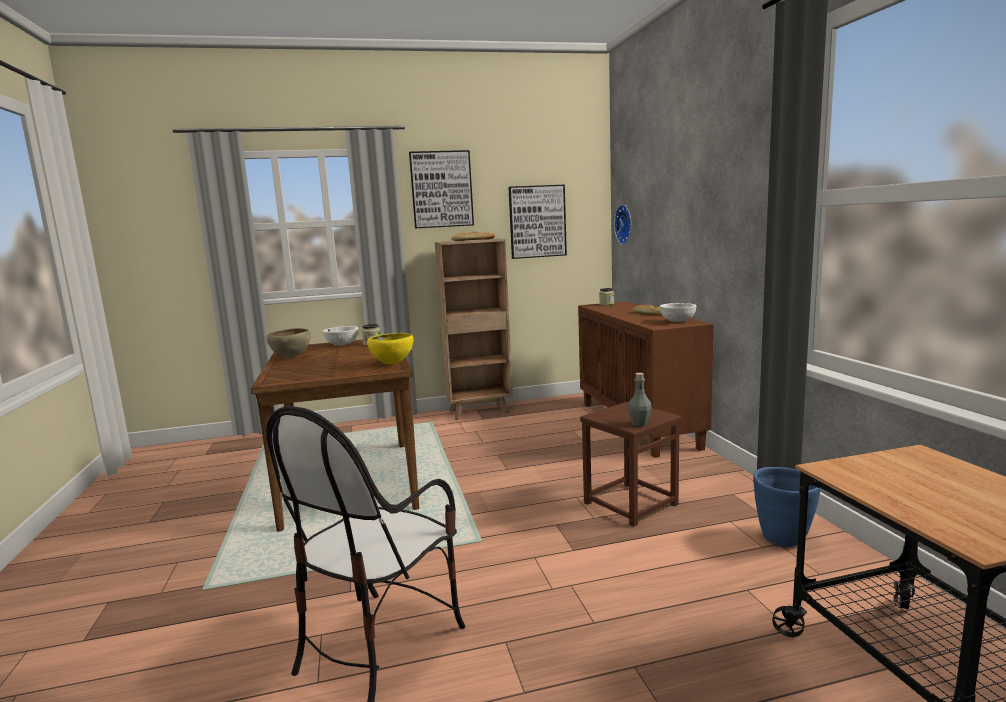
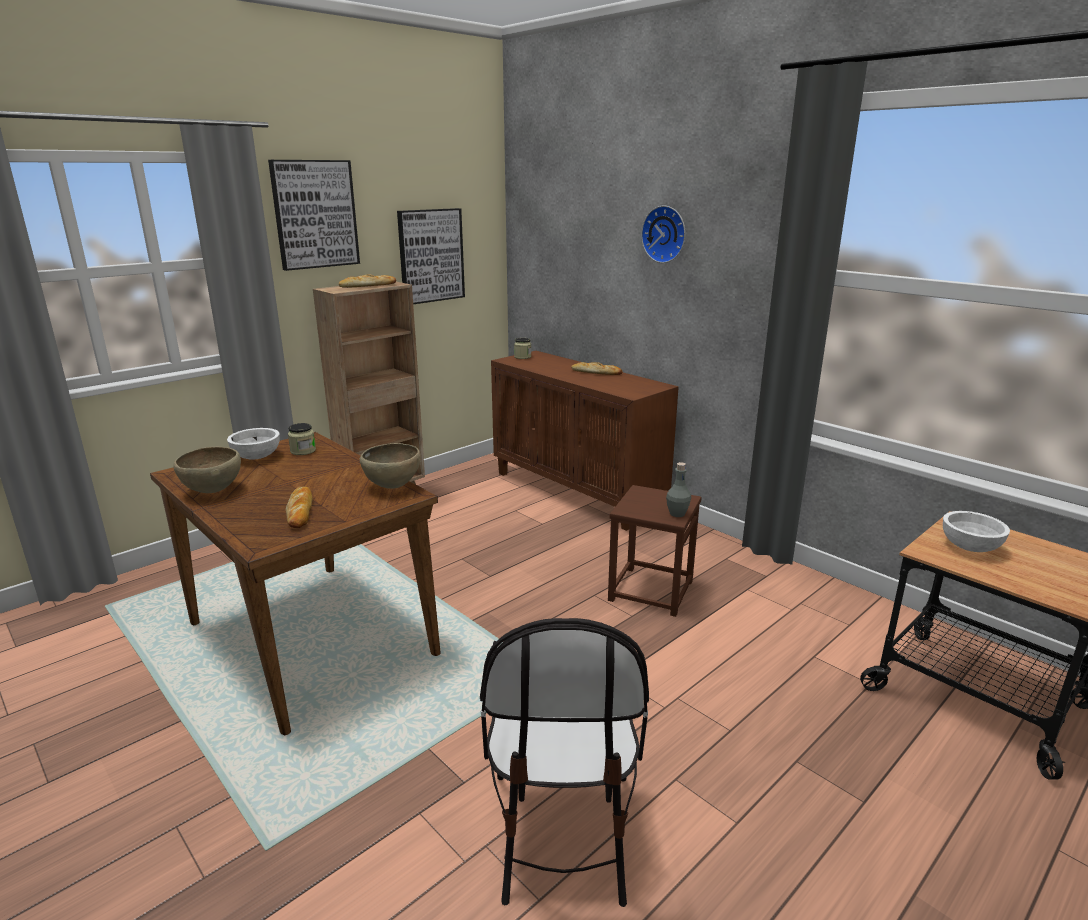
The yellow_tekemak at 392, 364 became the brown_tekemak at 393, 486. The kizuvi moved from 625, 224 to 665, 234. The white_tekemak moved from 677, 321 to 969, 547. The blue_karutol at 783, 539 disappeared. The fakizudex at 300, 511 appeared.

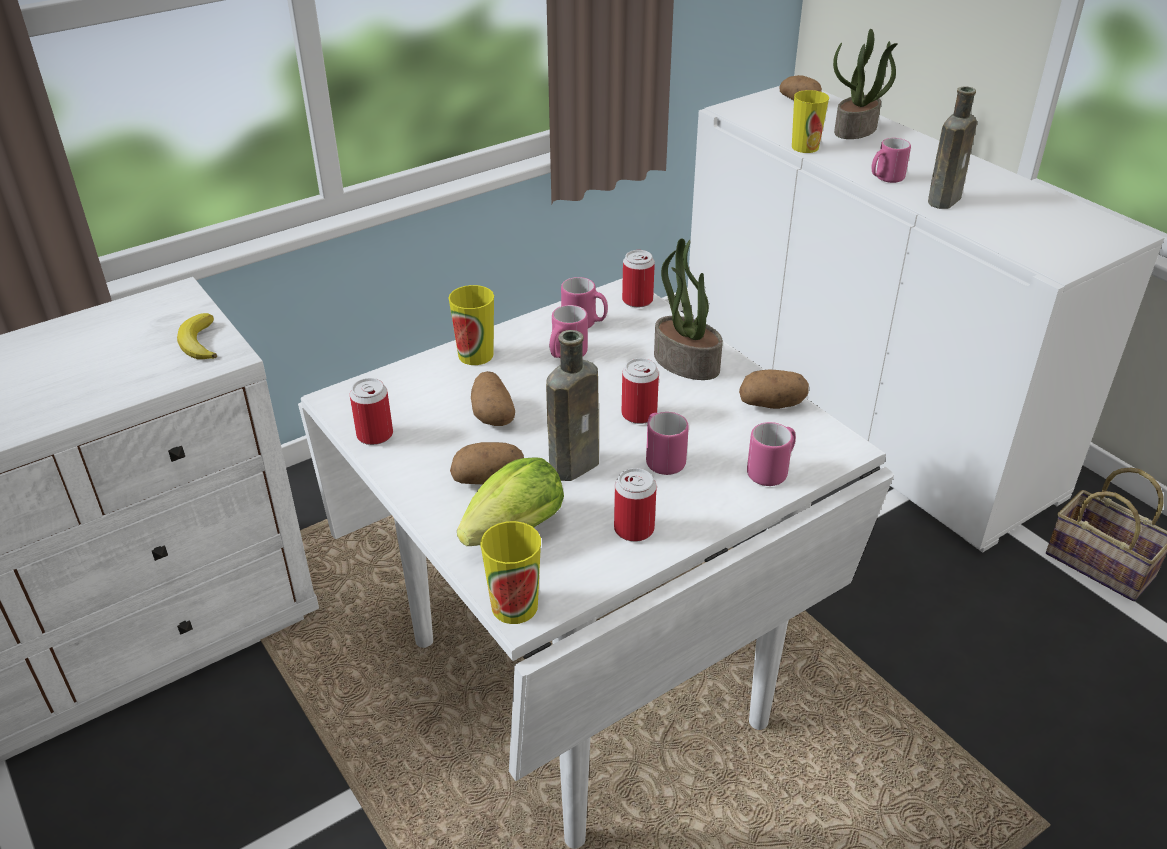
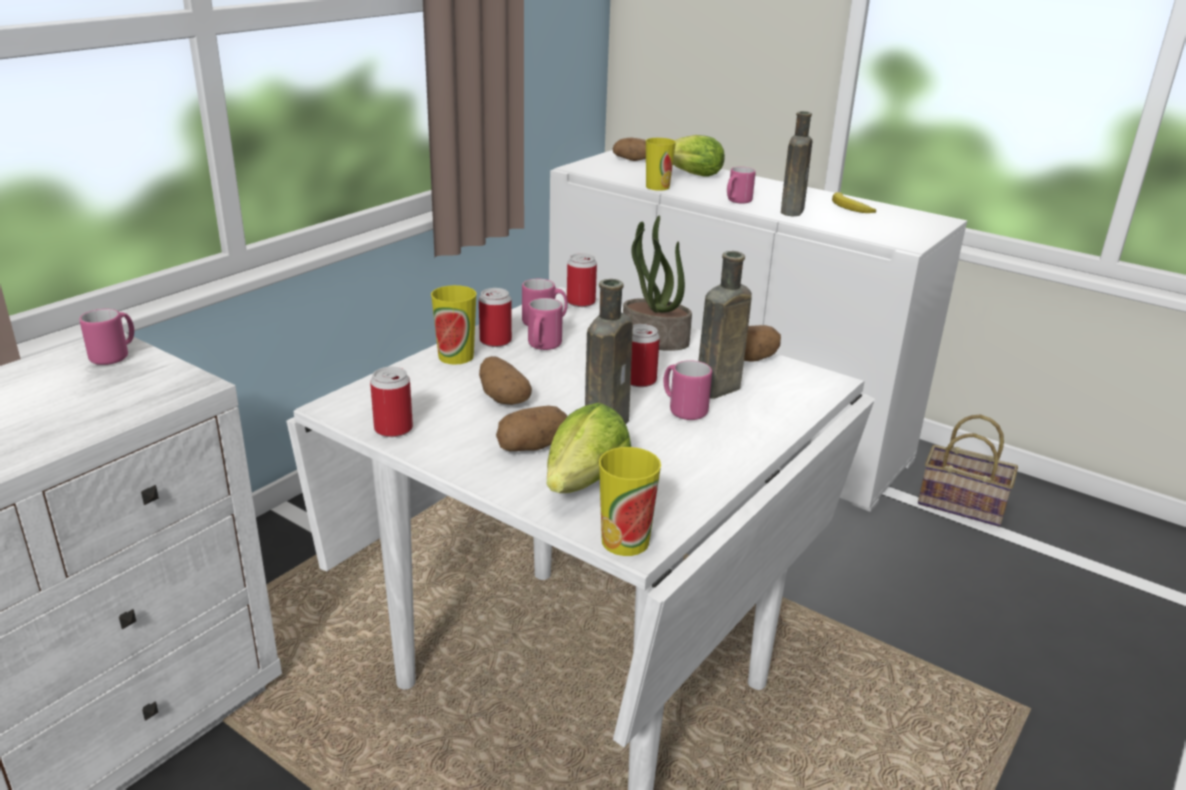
The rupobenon moved from 199, 342 to 850, 208. The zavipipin moved from 634, 529 to 495, 341. The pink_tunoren moved from 772, 471 to 115, 356. The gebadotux at 856, 130 was replaced by the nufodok at 690, 174. The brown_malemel at 715, 389 appeared.

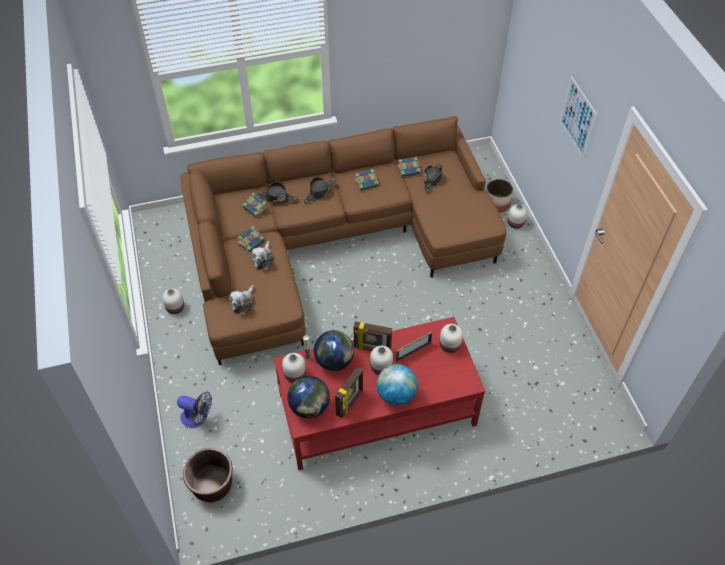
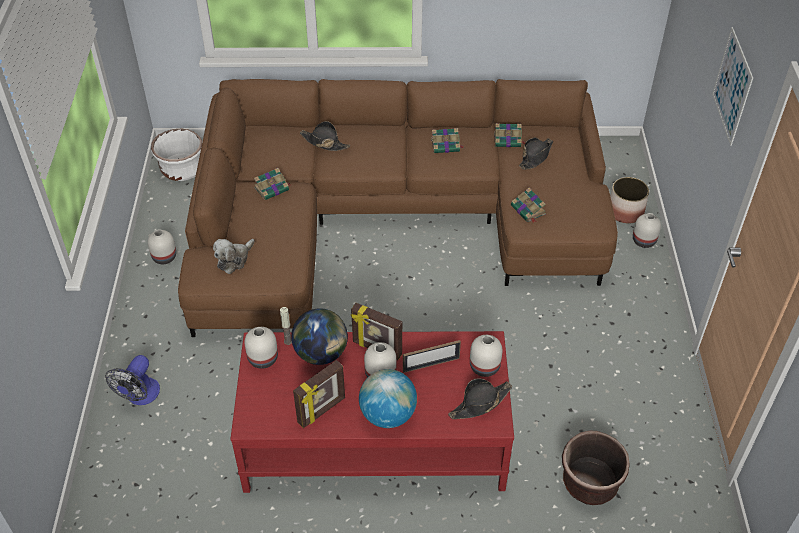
The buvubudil at 197, 418 turned 75 degrees clockwise. The brown_karutol moved from 212, 484 to 590, 483. The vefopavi moved from 256, 208 to 528, 210. The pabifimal at 263, 259 disappeared. The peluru at 309, 407 disappeared. The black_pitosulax moved from 319, 192 to 480, 403. The white_karutol at 182, 170 appeared.

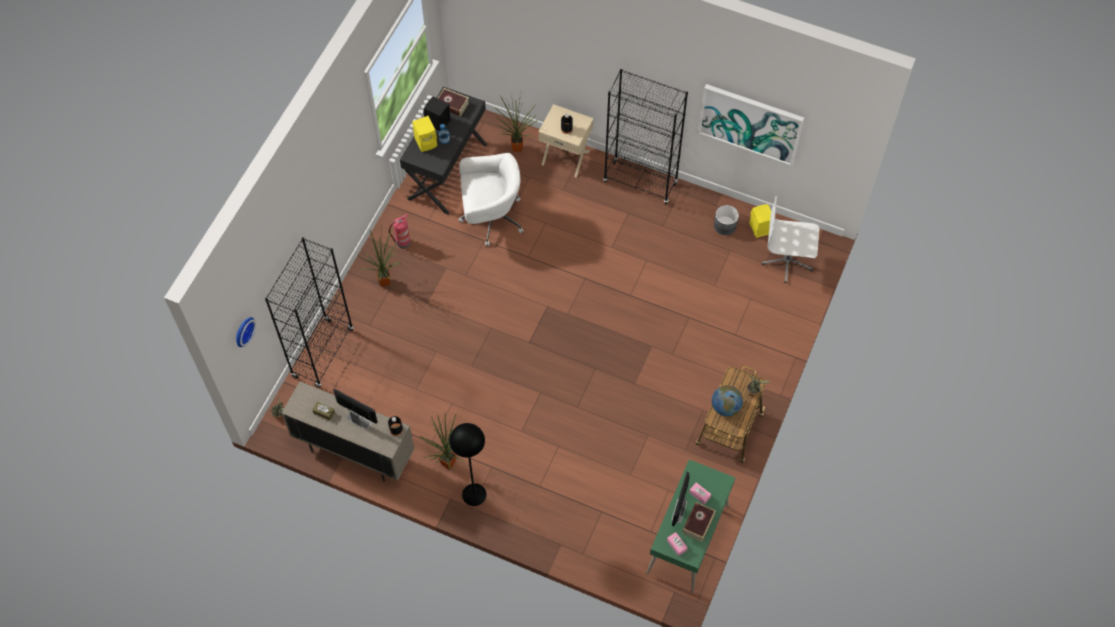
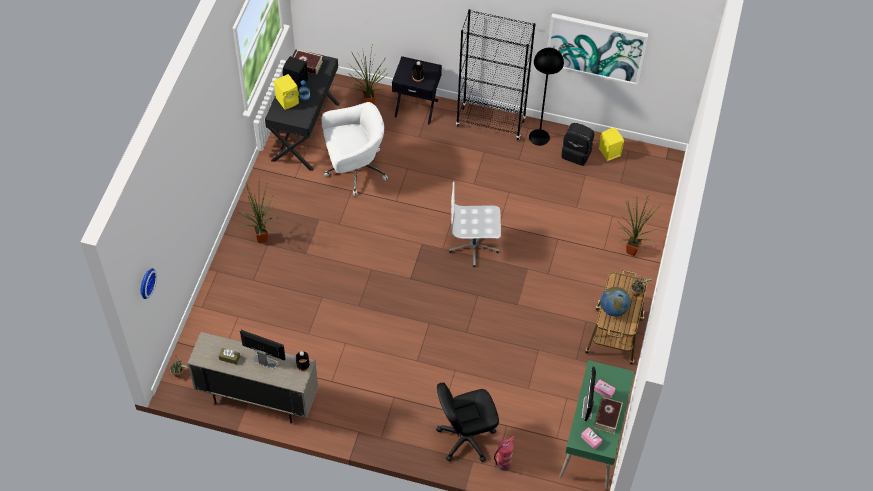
The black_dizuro at 323, 353 disappeared. The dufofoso moved from 402, 243 to 503, 464. The gebadotux moved from 446, 462 to 630, 250. The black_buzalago moved from 474, 494 to 539, 137. The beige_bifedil at 566, 157 became the black_bifedil at 416, 107. The grey_karutol at 725, 225 was replaced by the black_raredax at 577, 153. The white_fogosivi moved from 787, 261 to 474, 246. The black_fogosivi at 465, 438 appeared.

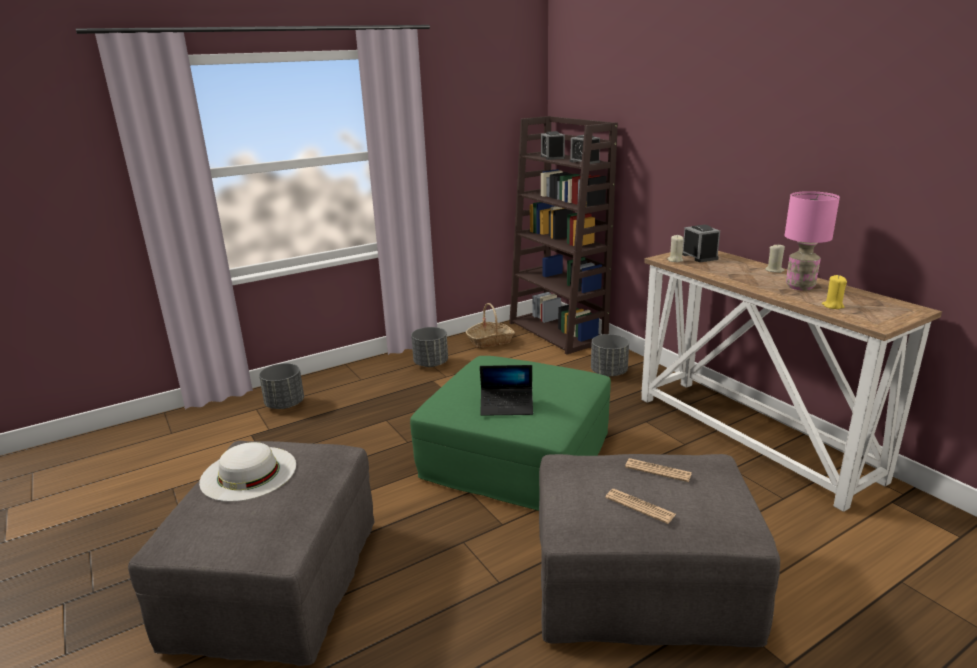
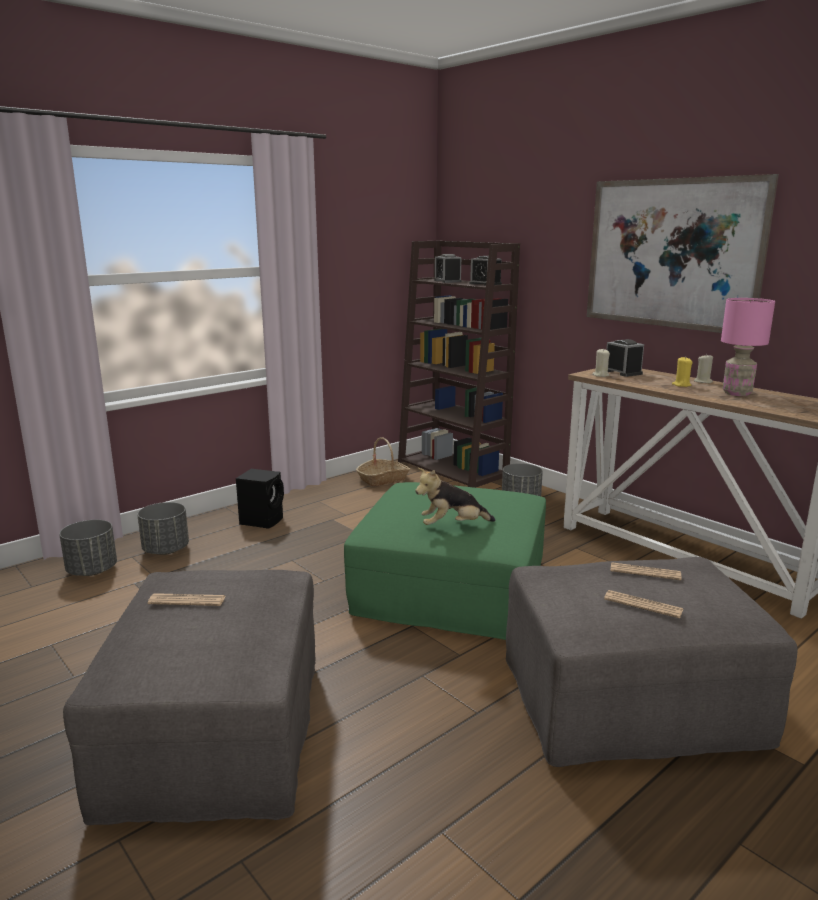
The white_pitosulax at 248, 473 was replaced by the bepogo at 187, 600. The grey_karutol moved from 431, 363 to 92, 570. The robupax at 507, 407 was replaced by the pabifimal at 452, 526. The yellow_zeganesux moved from 832, 306 to 681, 385. The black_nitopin at 262, 520 appeared. The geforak at 671, 254 appeared.

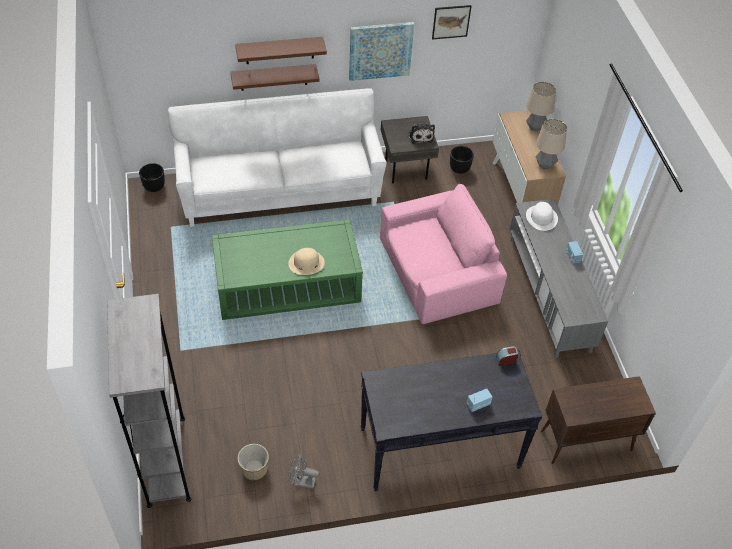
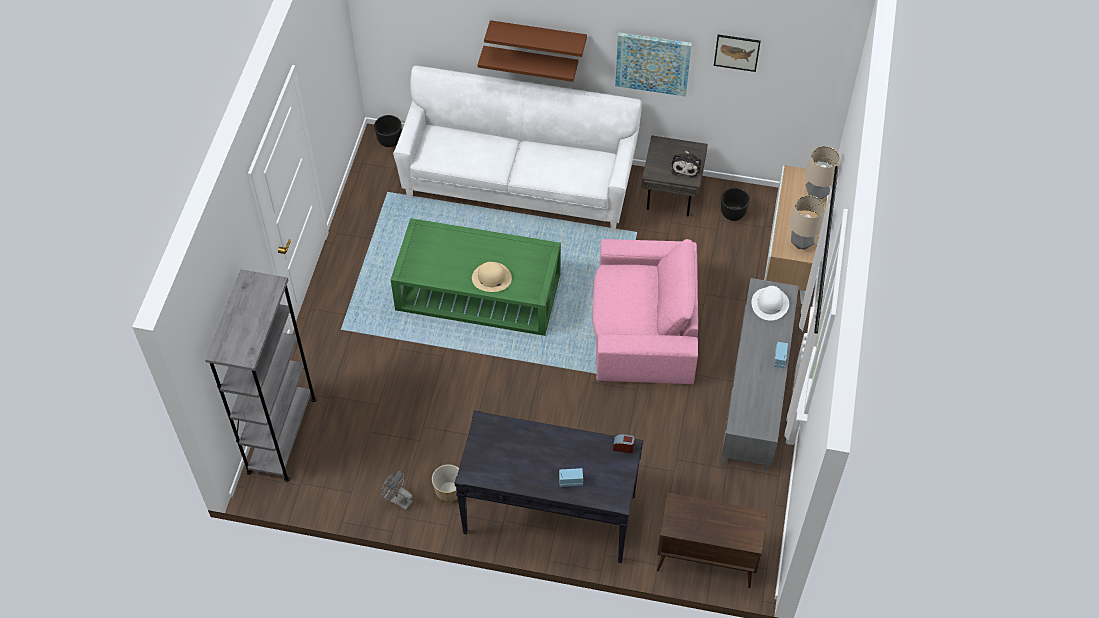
The karutol moved from 254, 469 to 448, 490.

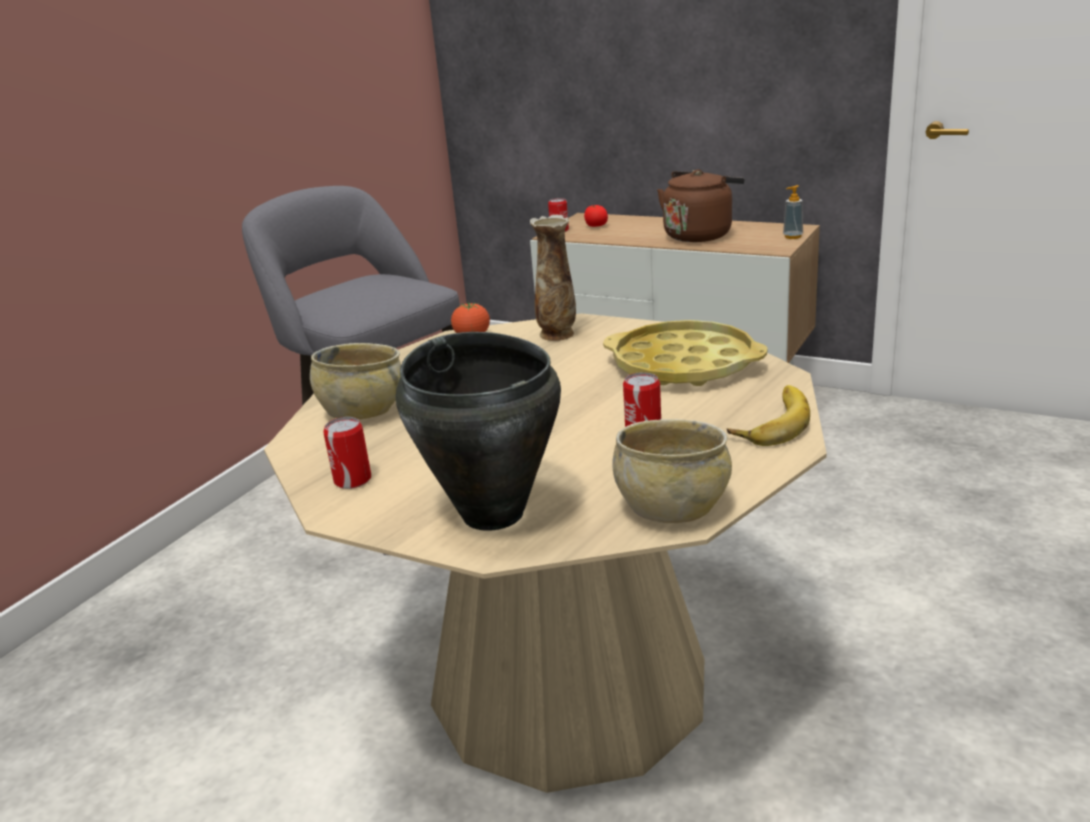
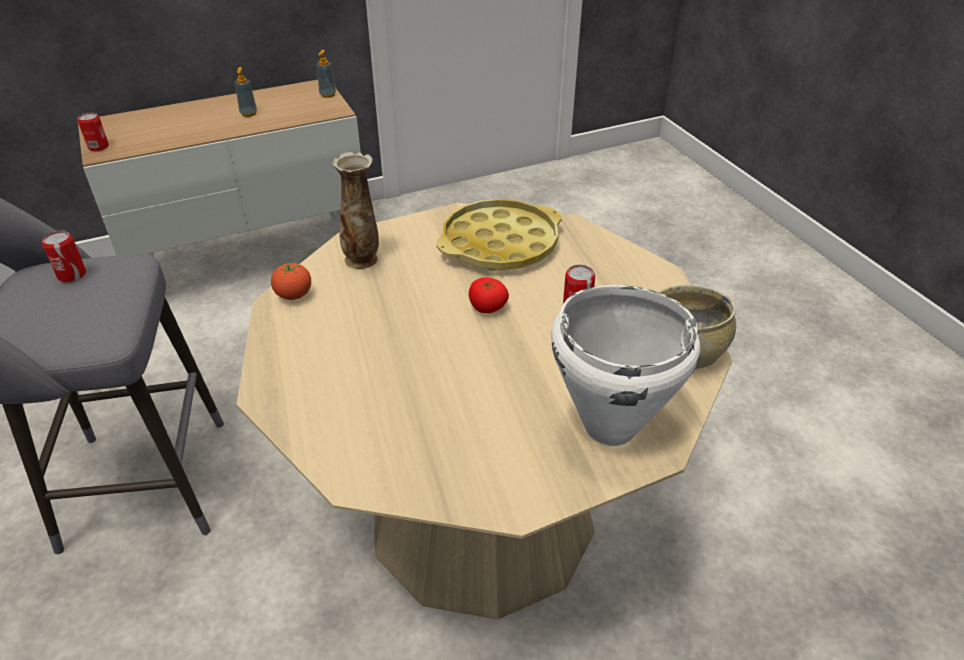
The beige_tekemak at 363, 411 disappeared. The zavipipin moved from 352, 480 to 72, 275. The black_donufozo at 493, 513 became the white_donufozo at 609, 426. The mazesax moved from 596, 226 to 487, 308. The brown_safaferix at 699, 235 was replaced by the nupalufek at 248, 113. The rupobenon at 769, 422 disappeared.

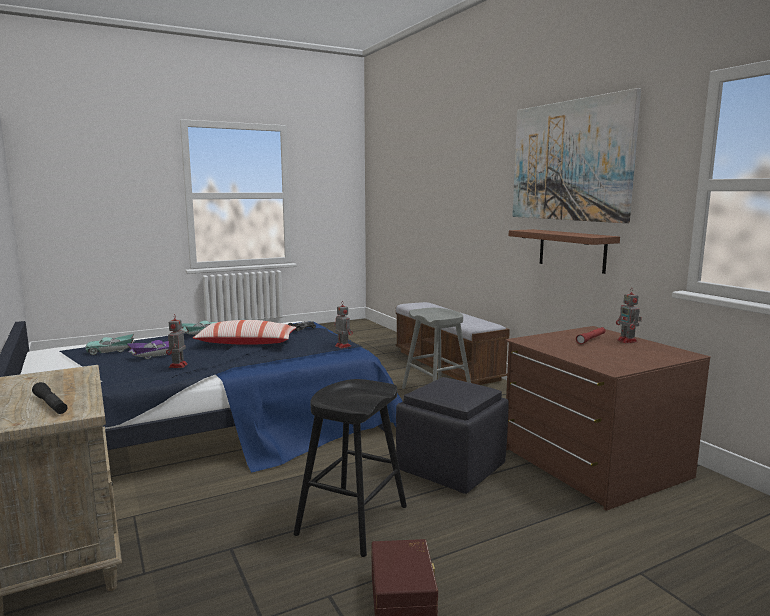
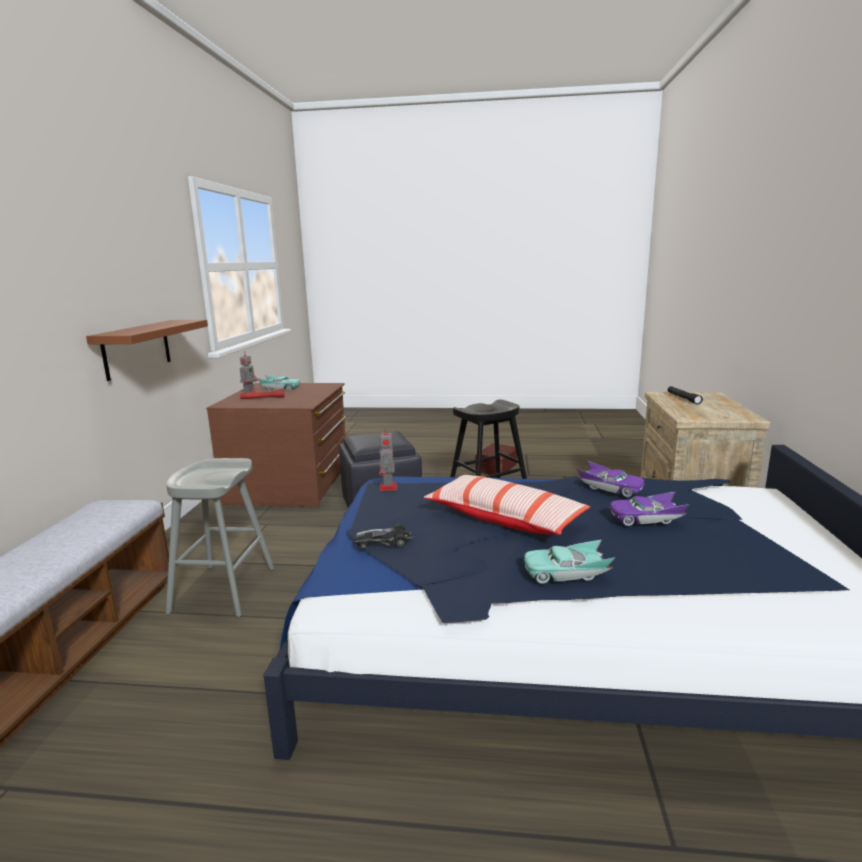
The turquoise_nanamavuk moved from 111, 351 to 280, 388. The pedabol at 178, 366 was replaced by the purple_nanamavuk at 610, 488. The geforak at 570, 161 disappeared.

